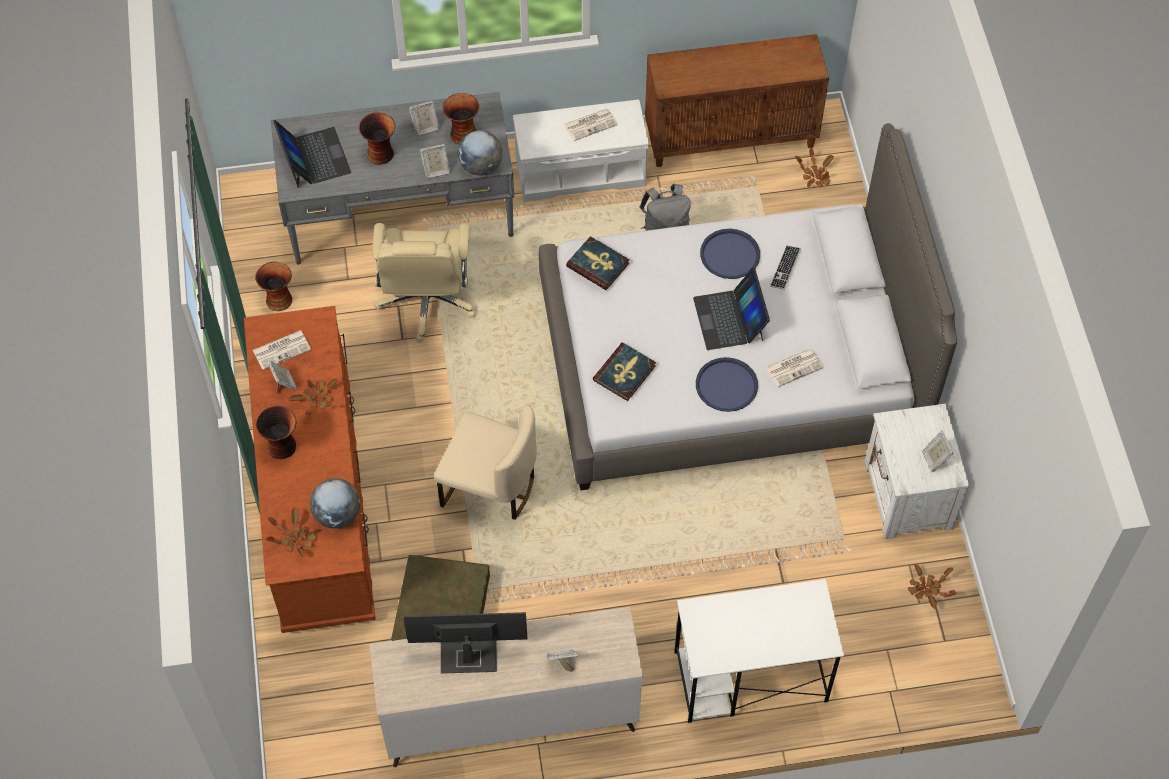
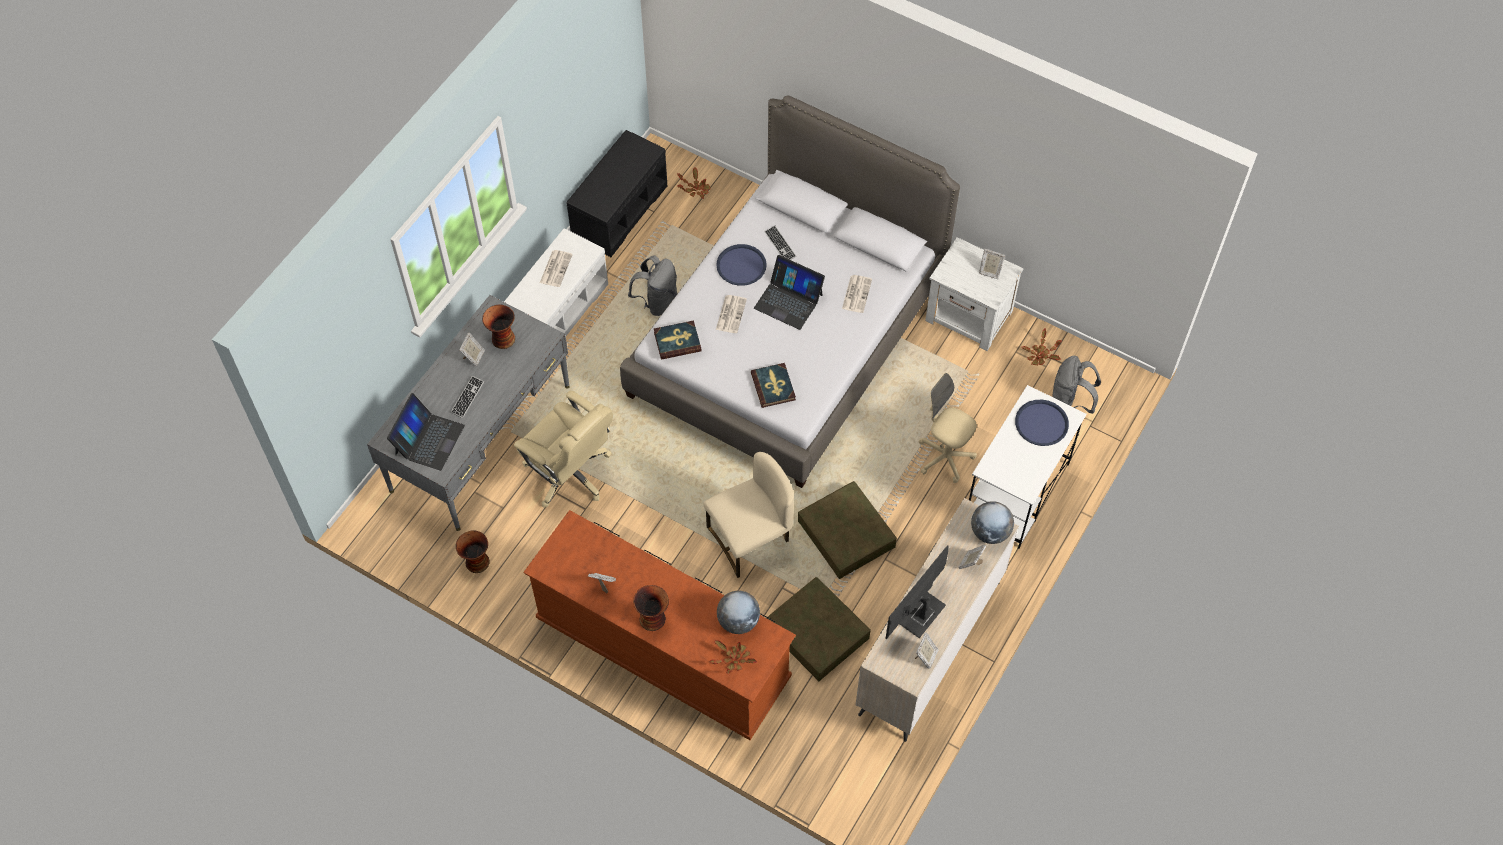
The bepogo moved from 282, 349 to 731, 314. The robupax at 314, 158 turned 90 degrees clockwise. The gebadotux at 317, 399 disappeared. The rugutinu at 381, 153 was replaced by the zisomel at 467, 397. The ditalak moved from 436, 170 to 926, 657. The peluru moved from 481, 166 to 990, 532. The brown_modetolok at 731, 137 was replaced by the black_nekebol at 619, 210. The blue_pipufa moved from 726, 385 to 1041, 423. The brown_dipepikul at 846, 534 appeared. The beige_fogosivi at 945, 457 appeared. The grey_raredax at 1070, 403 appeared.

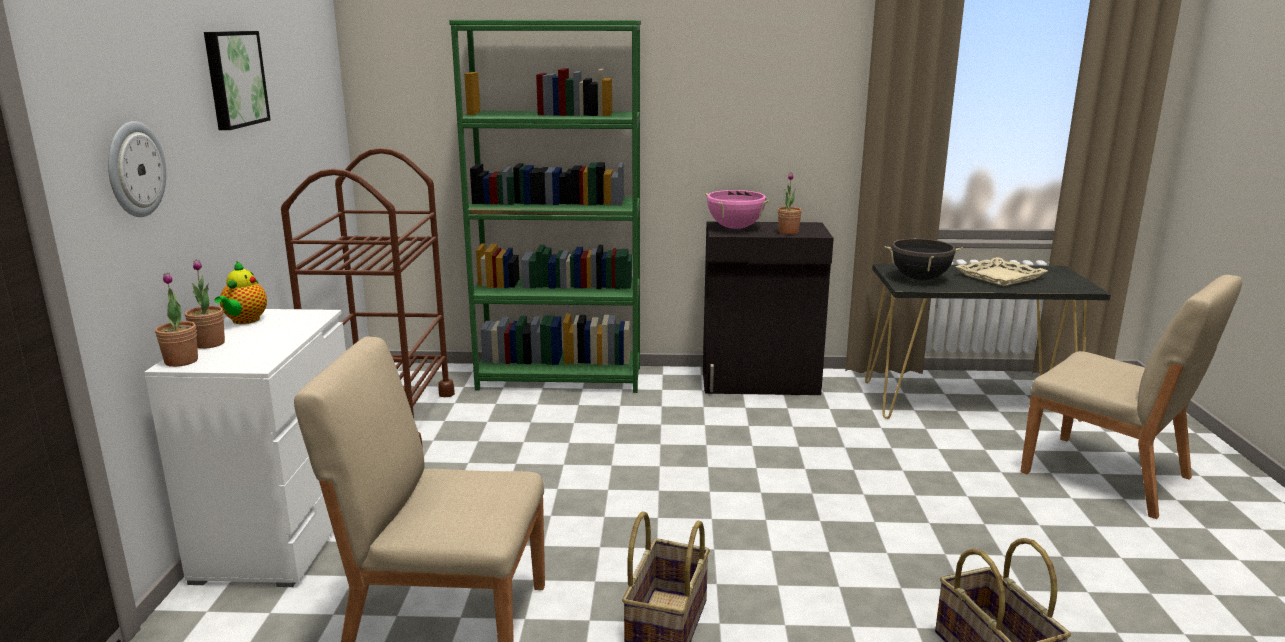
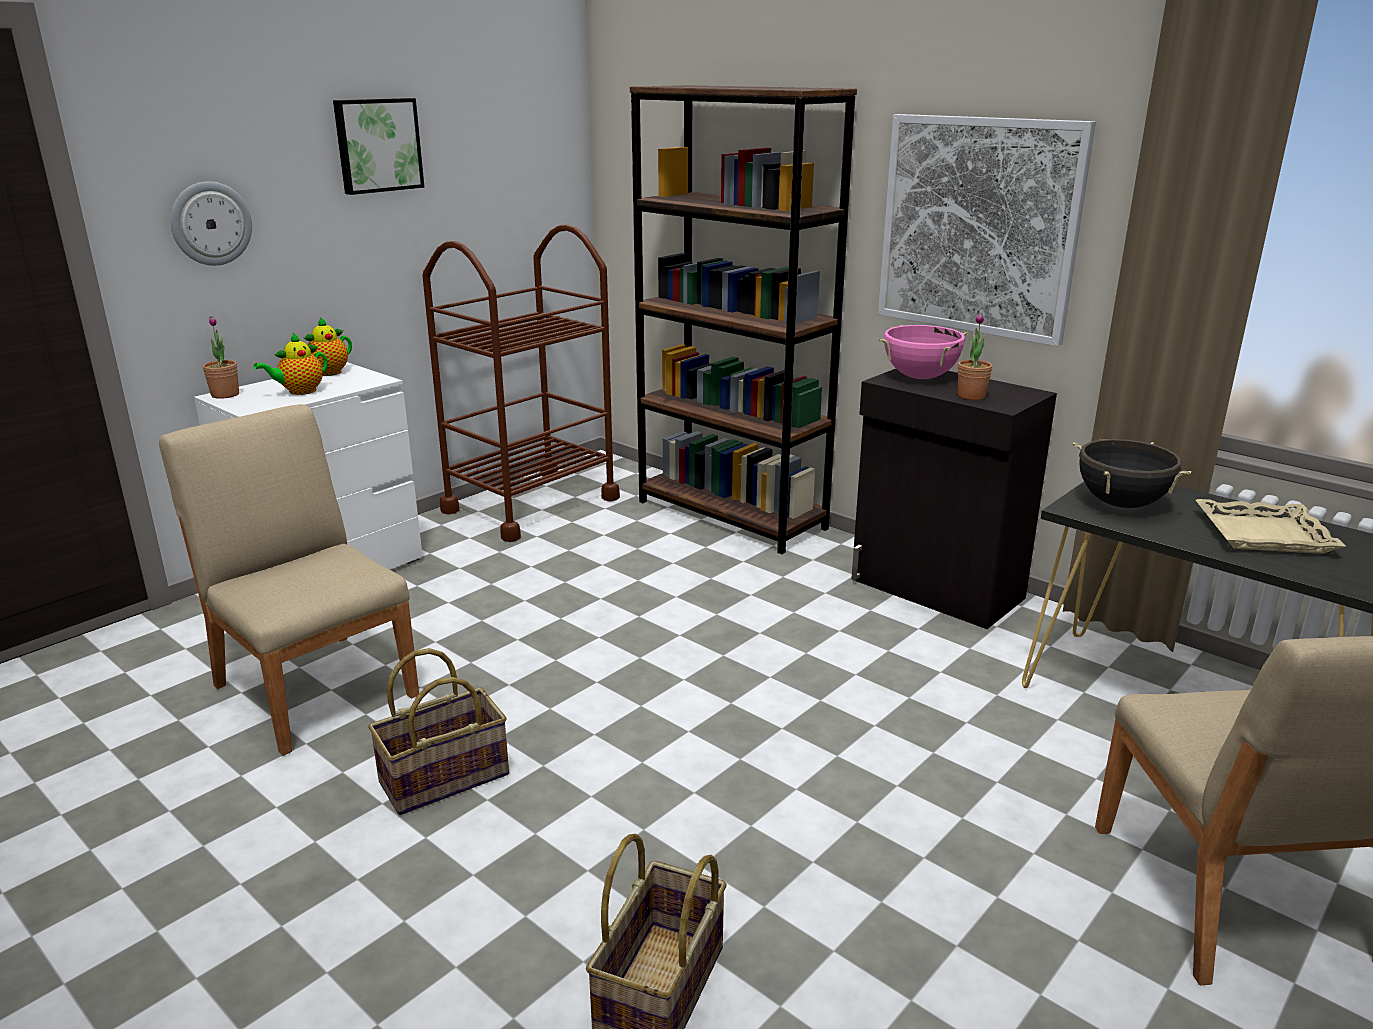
The gebadotux at 209, 344 disappeared. The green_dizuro at 560, 378 became the brown_dizuro at 731, 515. The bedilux at 299, 391 appeared. The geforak at 978, 227 appeared.

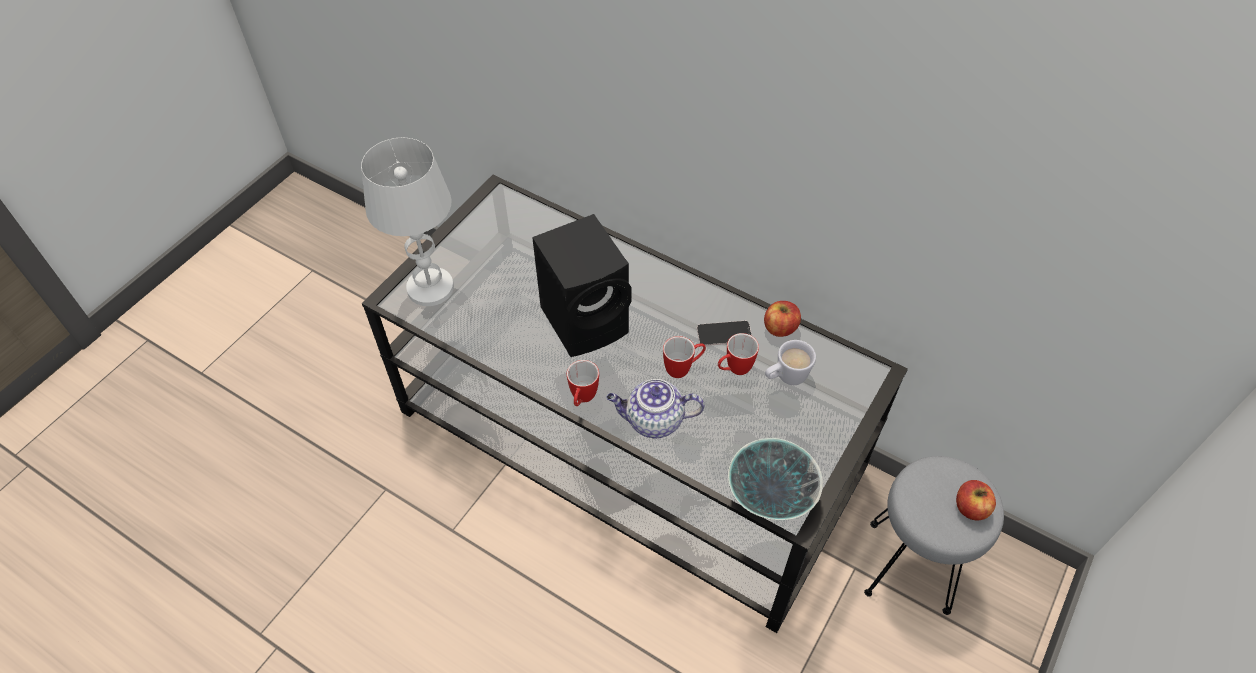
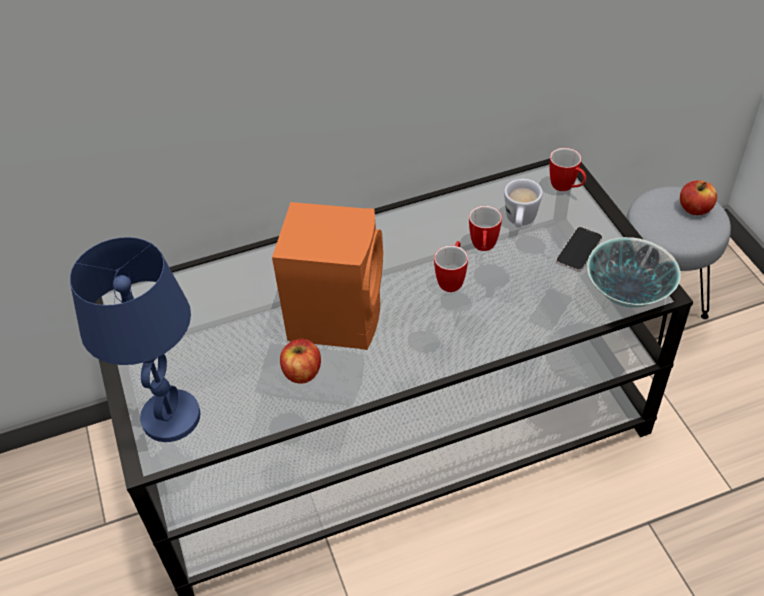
The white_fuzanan at 430, 287 became the blue_fuzanan at 171, 416. The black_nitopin at 587, 320 became the orange_nitopin at 337, 315. The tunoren moved from 582, 399 to 566, 188. The bedilux at 653, 421 disappeared. The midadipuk moved from 724, 334 to 579, 249. The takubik moved from 780, 328 to 302, 372.

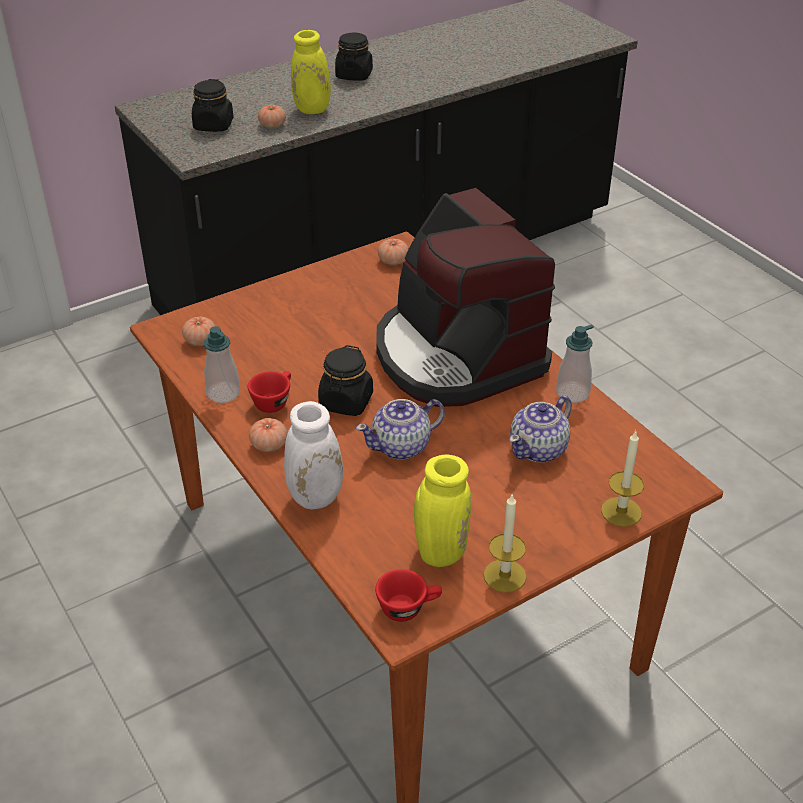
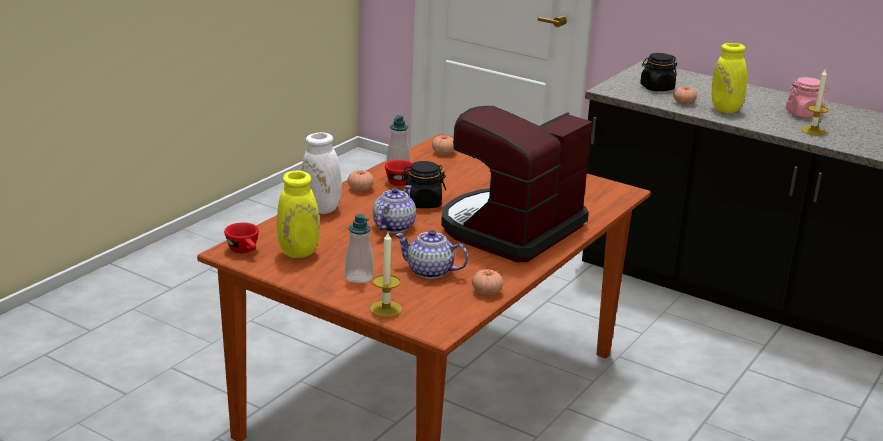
The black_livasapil at 354, 75 became the pink_livasapil at 803, 114. The bedilux at 402, 446 turned 75 degrees clockwise. The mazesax moved from 393, 261 to 486, 292. The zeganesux moved from 504, 576 to 813, 131. The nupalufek moved from 572, 393 to 359, 277.

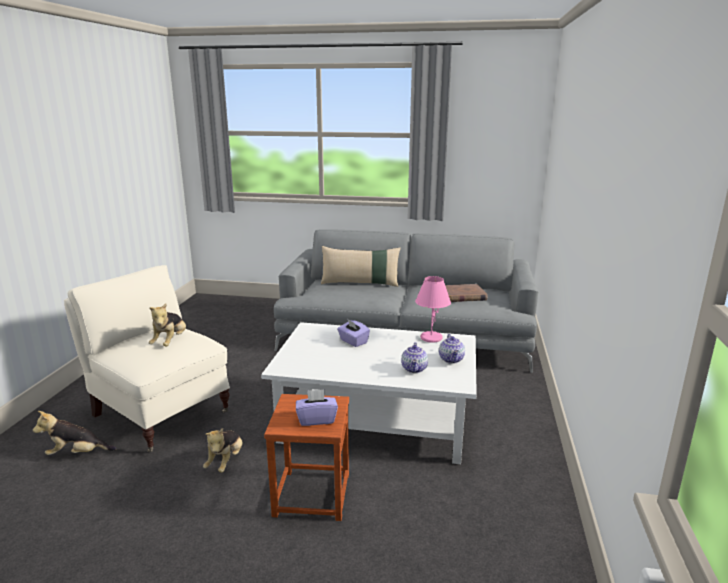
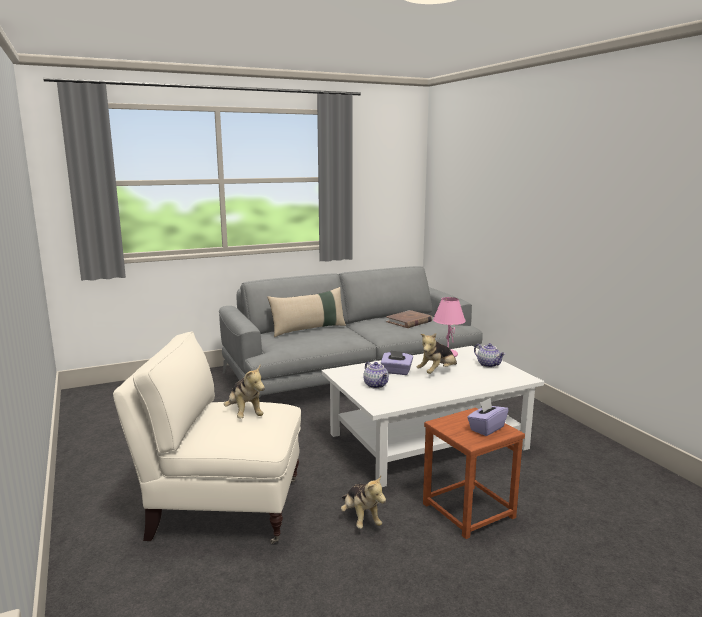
The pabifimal moved from 77, 454 to 437, 372. The bedilux moved from 415, 369 to 376, 385.

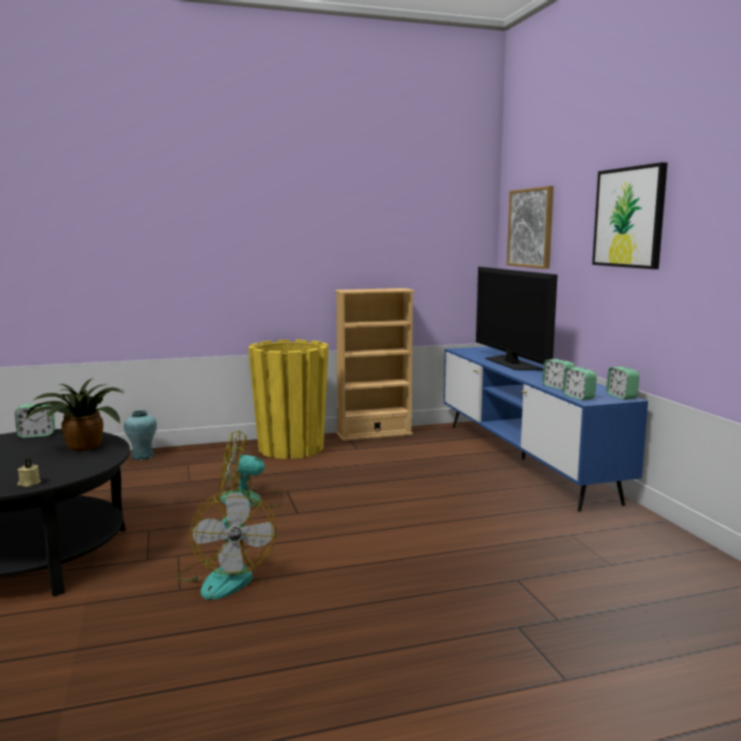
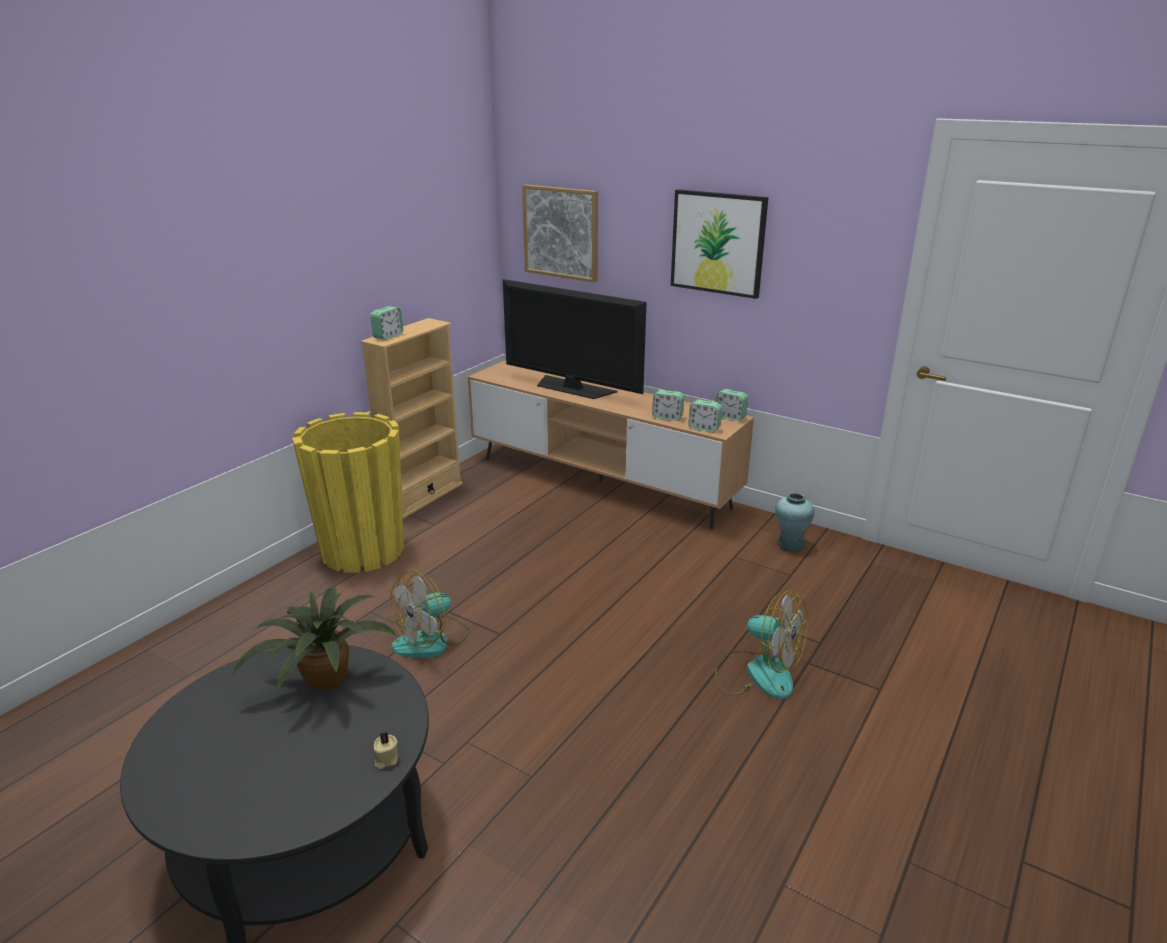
The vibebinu moved from 36, 435 to 388, 336. The turquoise_rugutinu moved from 142, 456 to 790, 544. The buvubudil moved from 225, 577 to 757, 673. The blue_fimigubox at 522, 459 became the brown_fimigubox at 600, 483.

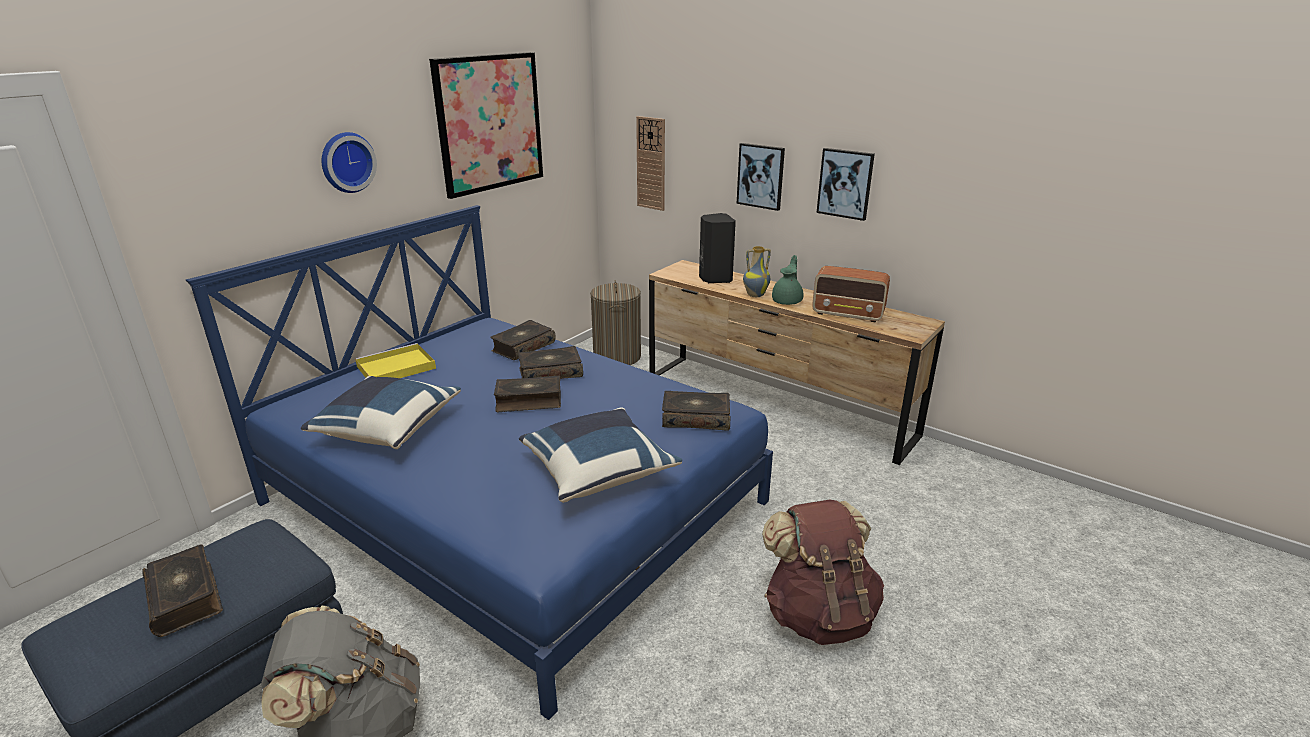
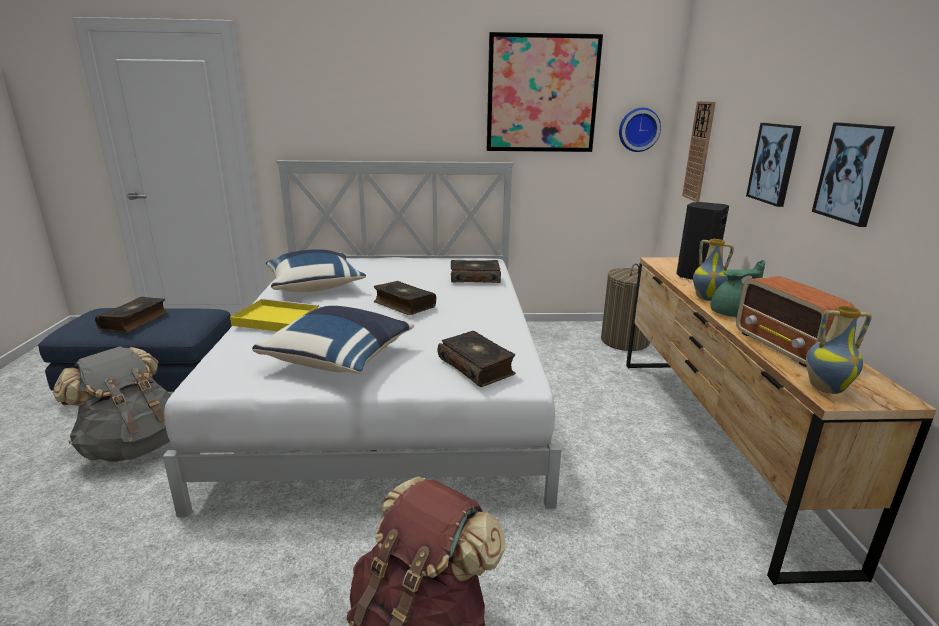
The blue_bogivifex at 513, 503 became the white_bogivifex at 389, 390. The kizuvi moved from 346, 162 to 638, 129. The yellow_pipufa moved from 394, 368 to 274, 319. The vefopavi at 550, 372 disappeared. The rugutinu at 825, 388 appeared.

